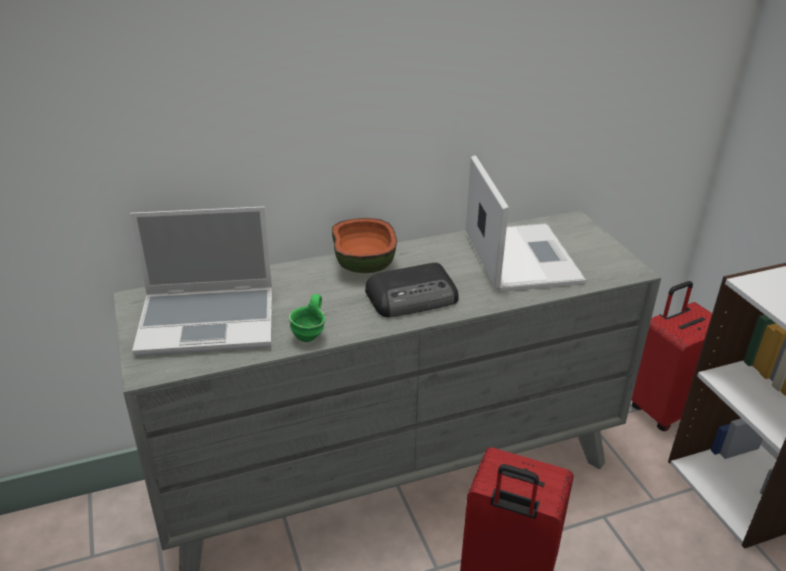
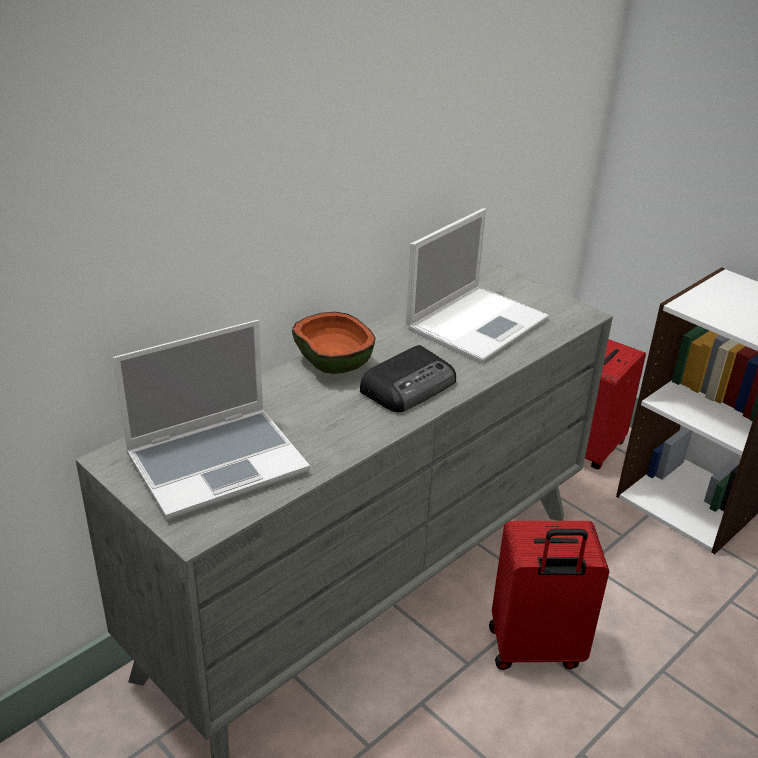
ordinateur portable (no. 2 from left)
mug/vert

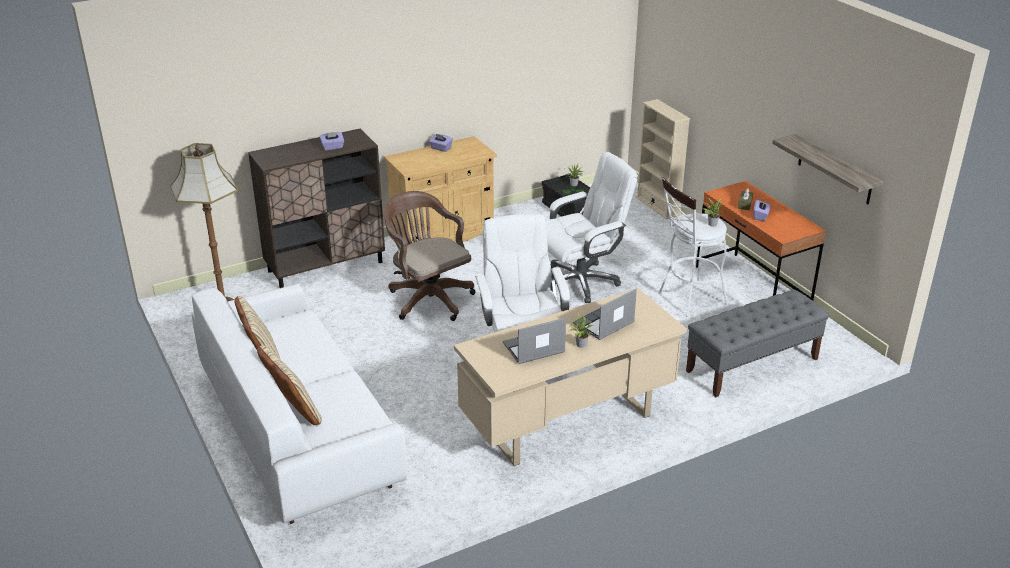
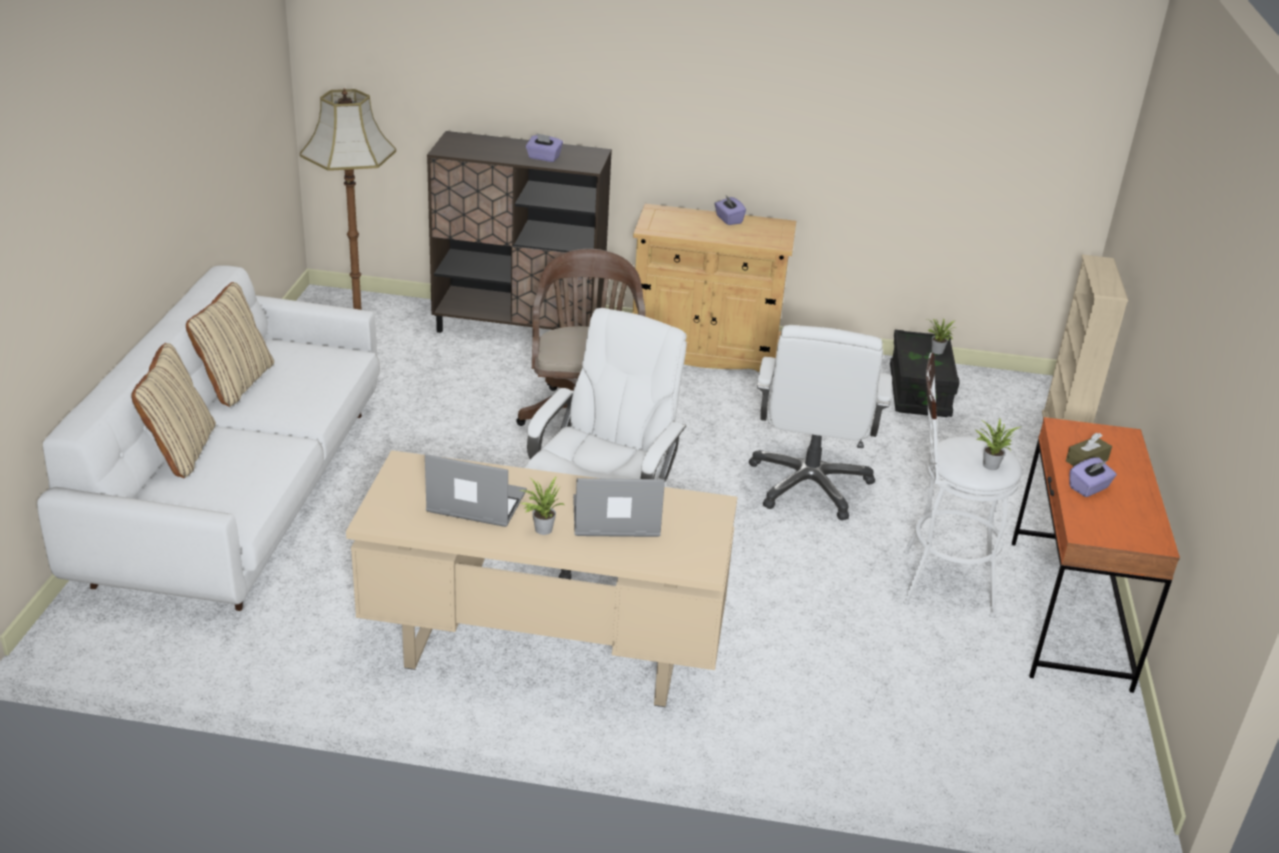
chaise de bureau/blanc (no. 2 from left)
banc/gris
étagère

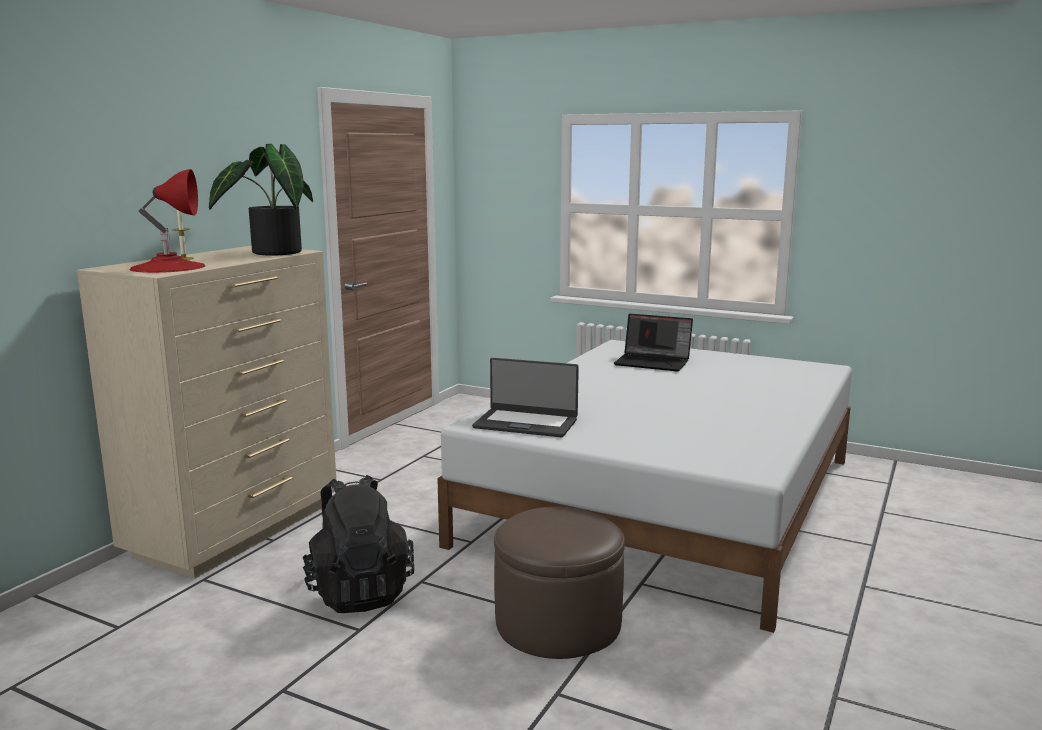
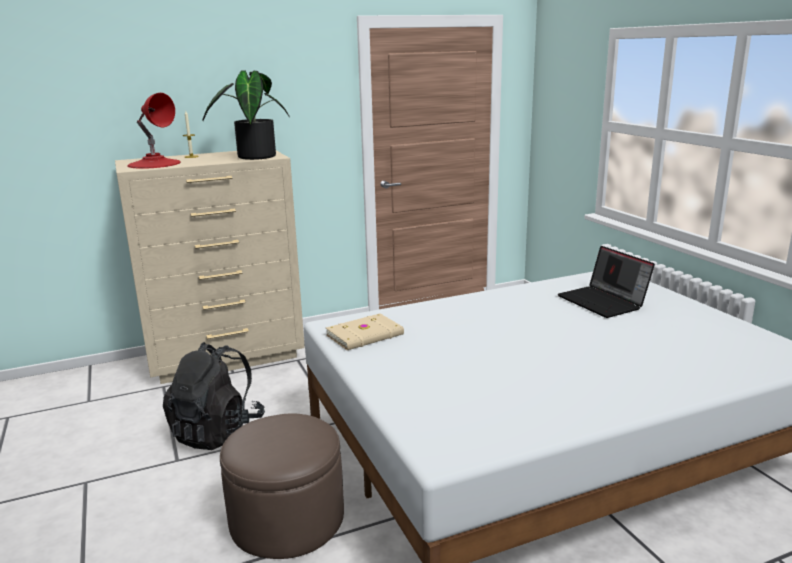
livre/beige

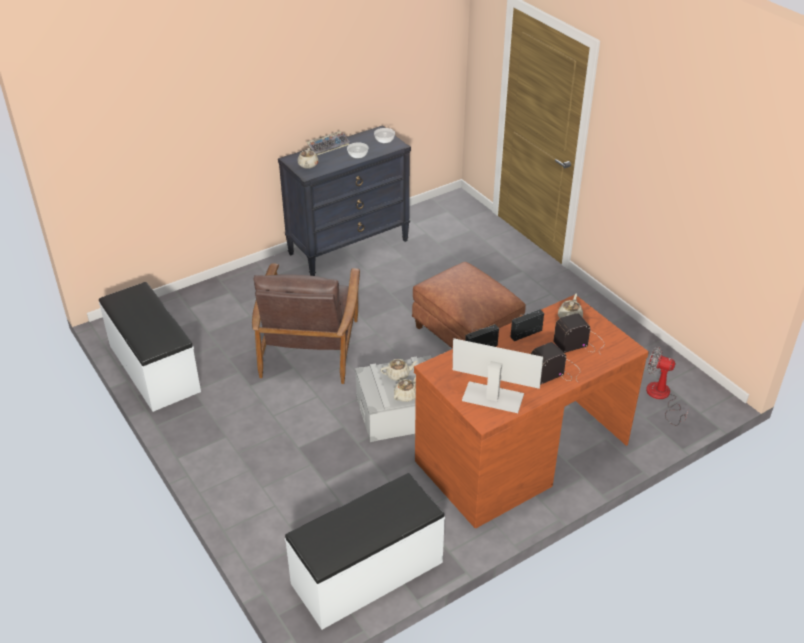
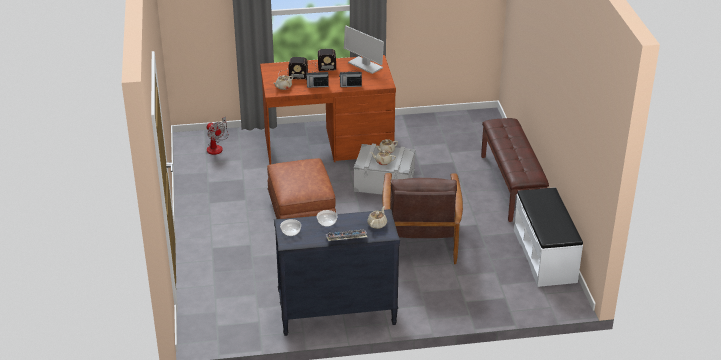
fauteuil/marron
banc/marron
banc/blanc (no. 2 from left in the first image)

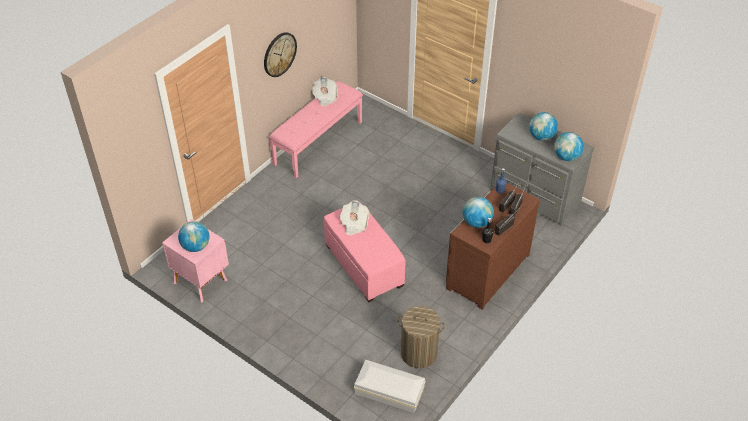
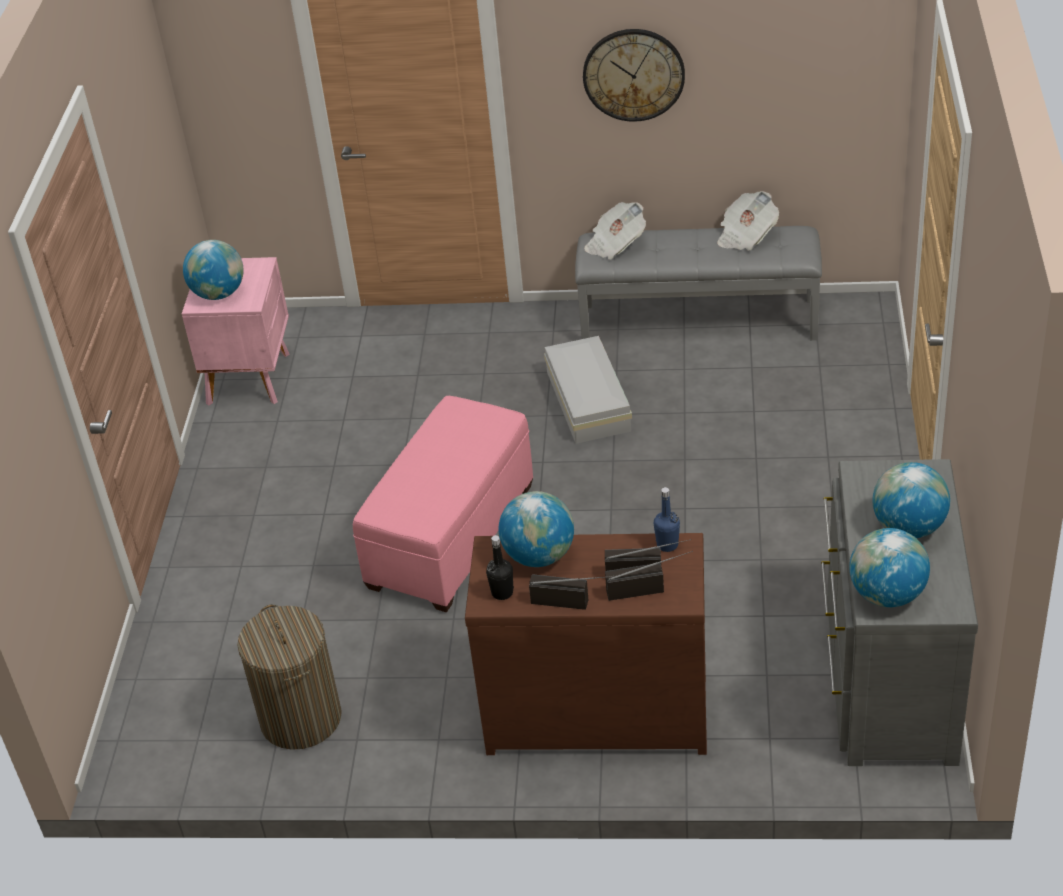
boîte de rangement/blanc
banc/gris
journal (no. 1 from left)

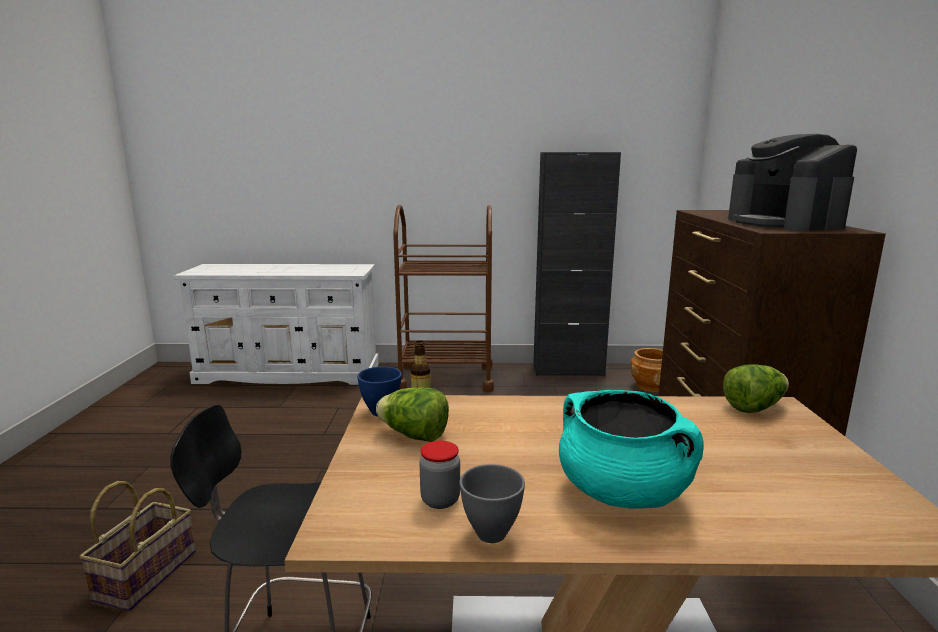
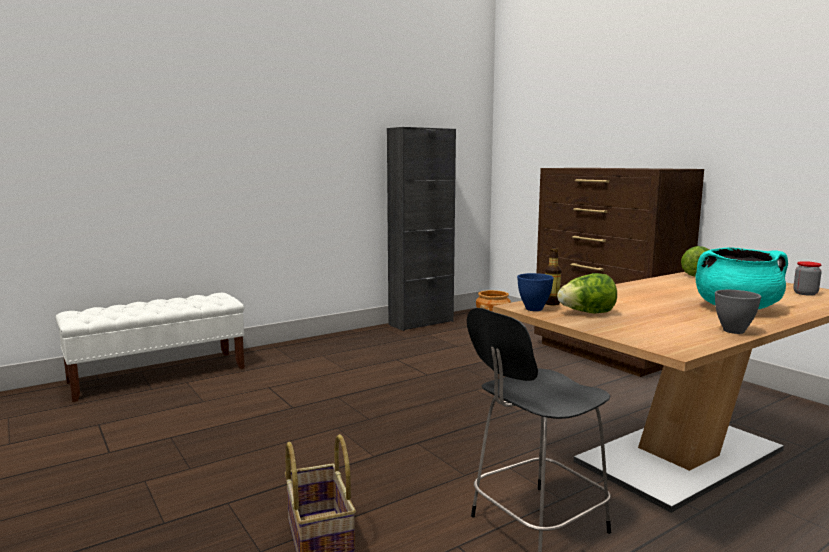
banc/blanc
bocal
chariot/marron
machine à café

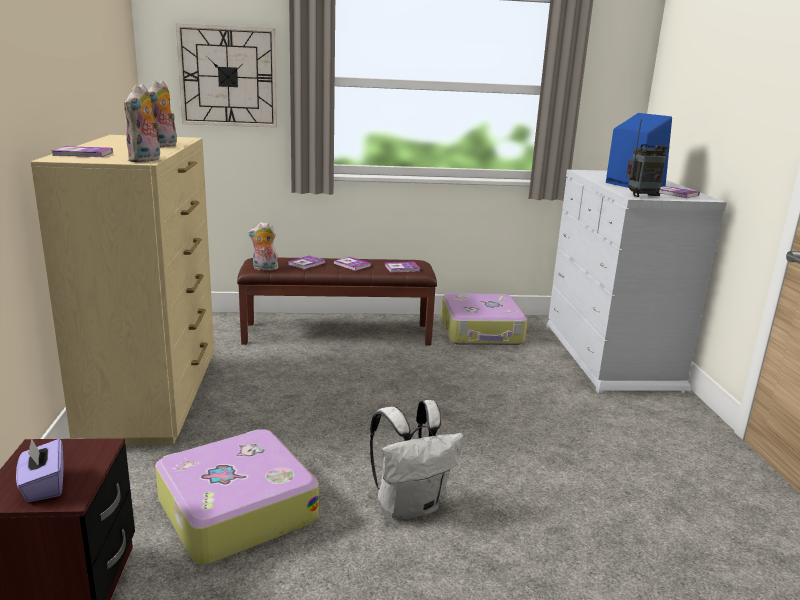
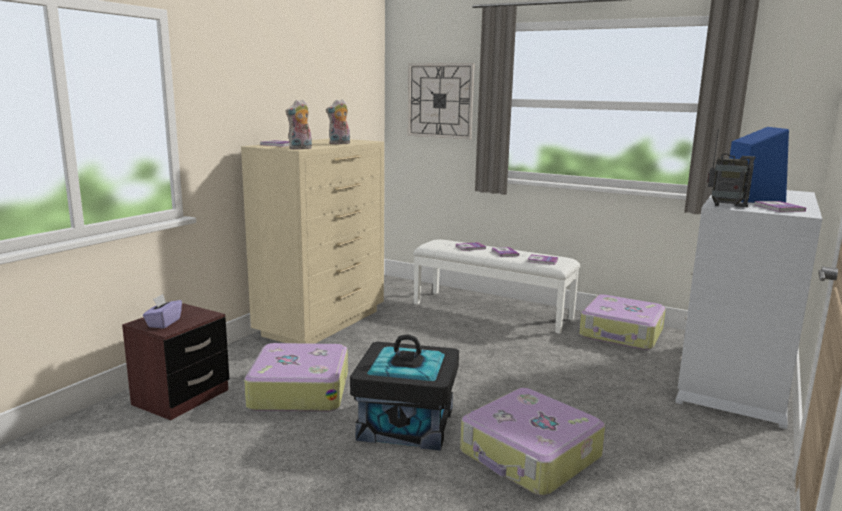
boîte de rangement/noir
banc/blanc
valise (no. 2 from left)
peluche (no. 3 from left in the first image)

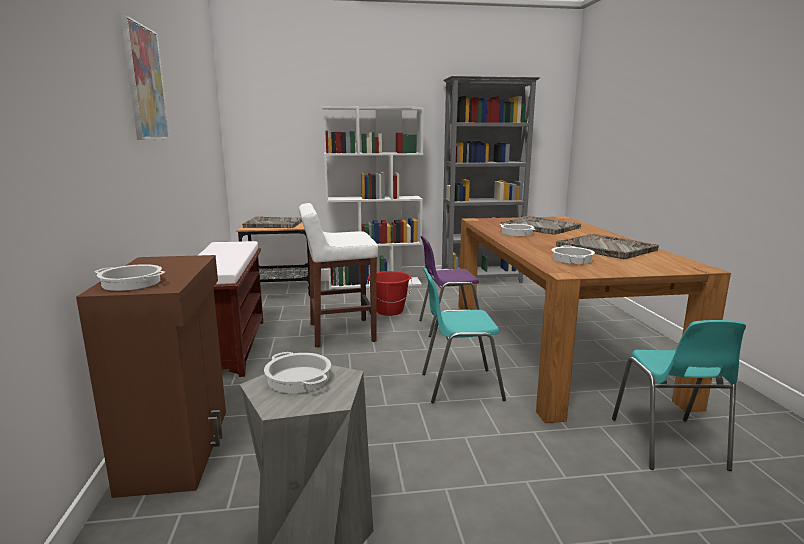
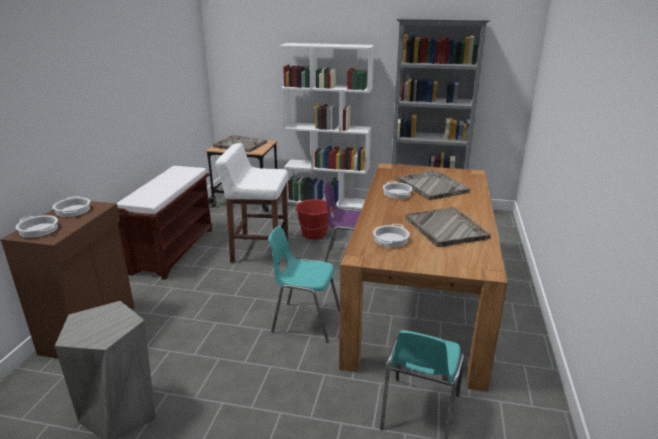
marmite (no. 2 from left)
tableau

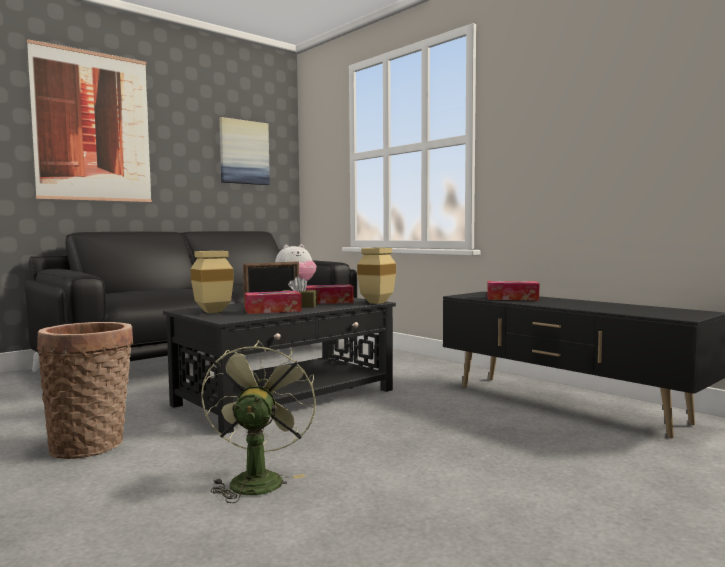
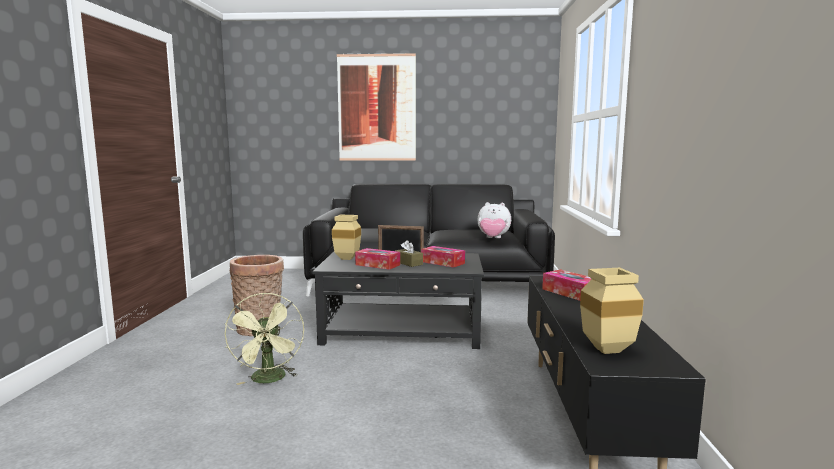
ventilateur/vert
vase/beige (no. 2 from left)
tableau (no. 2 from left in the first image)

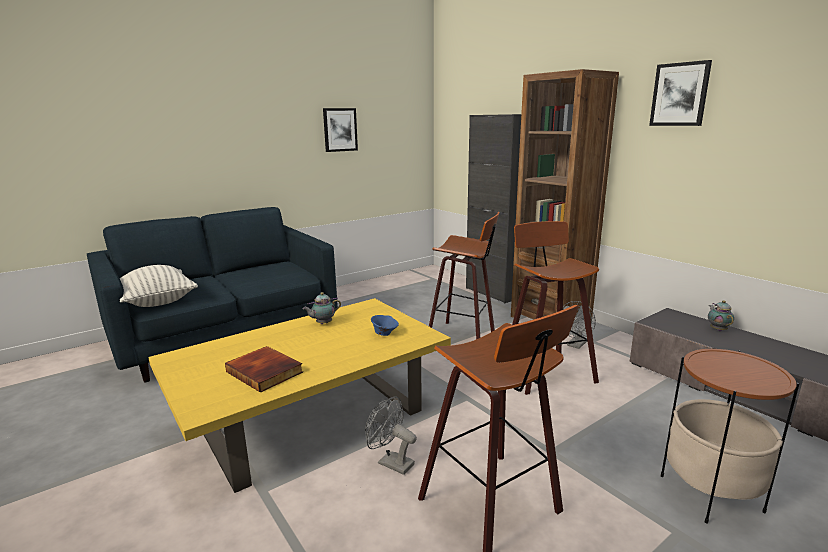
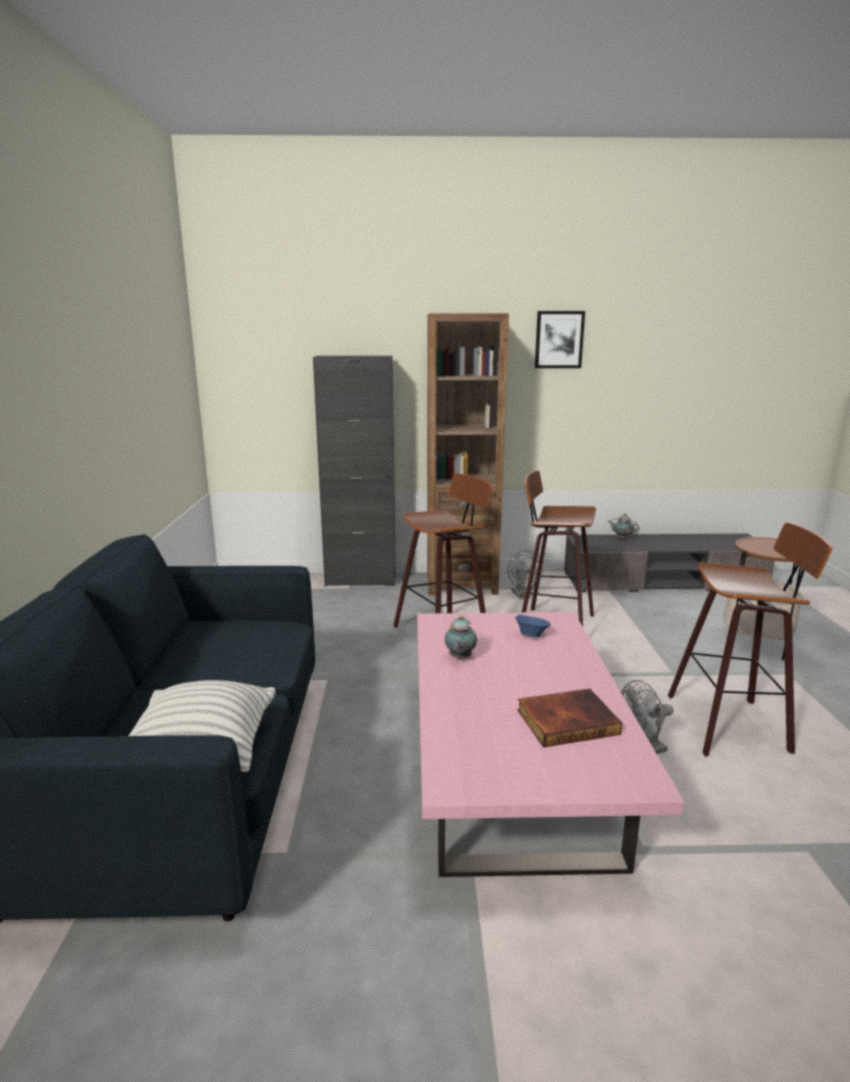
table basse/rose
tableau (no. 1 from left in the first image)

